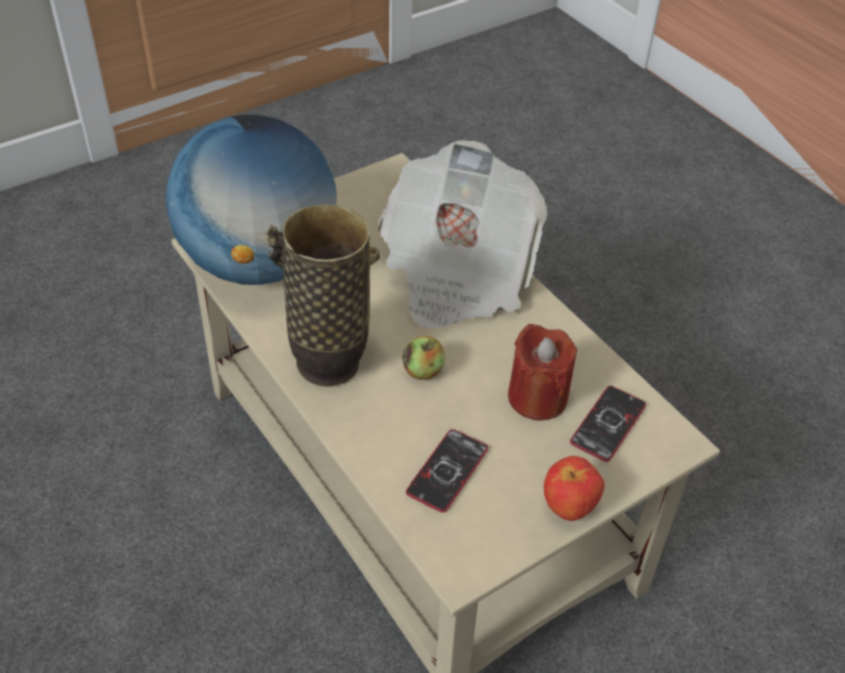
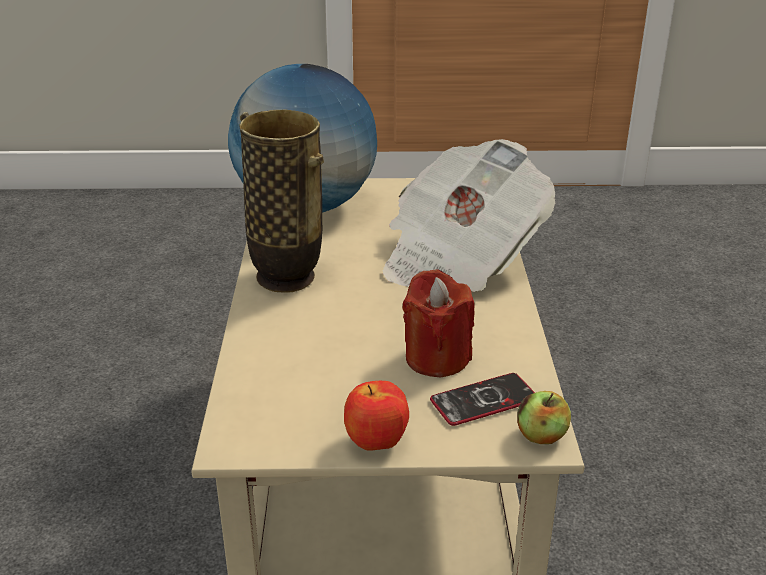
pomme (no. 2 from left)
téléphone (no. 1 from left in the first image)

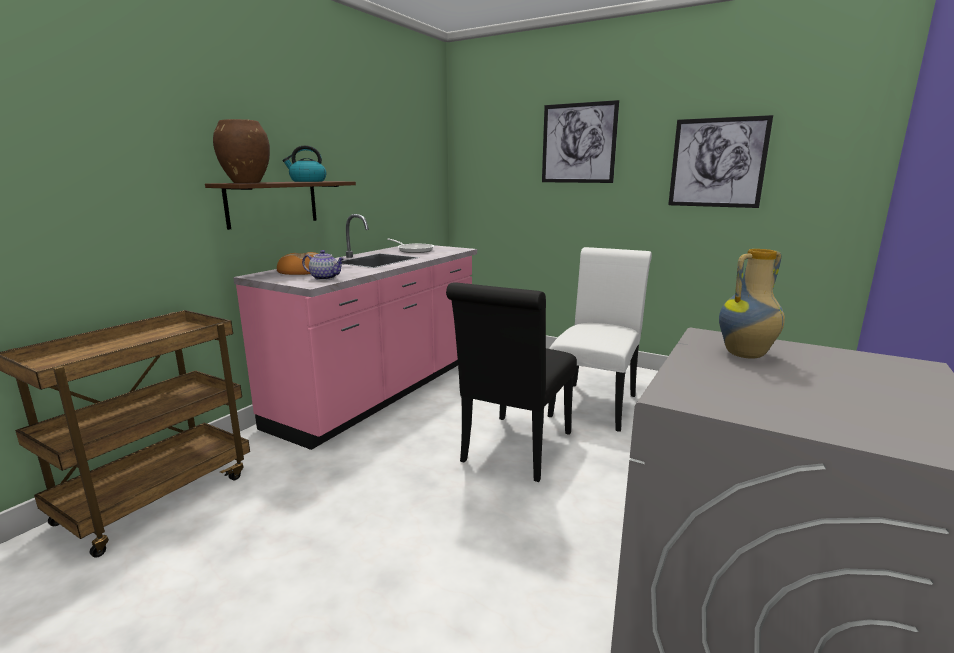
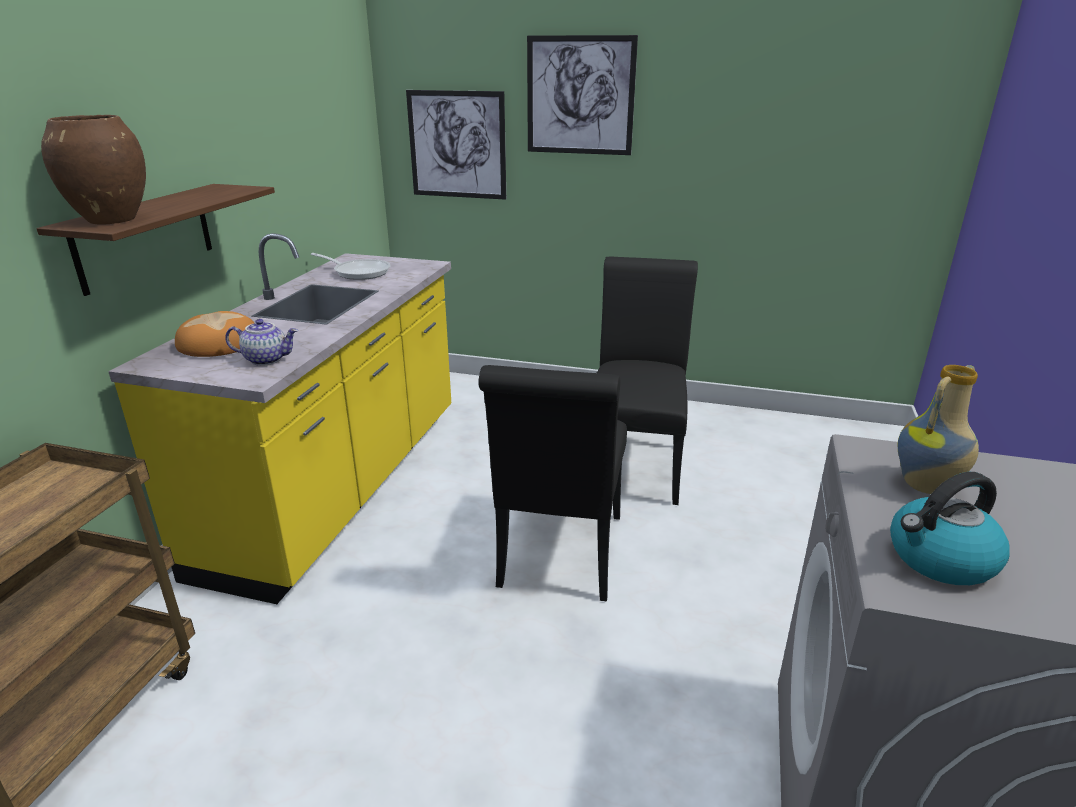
comptoir de cuisine/jaune
tableau (no. 1 from left)
chaise/noir (no. 2 from left)
bouilloire

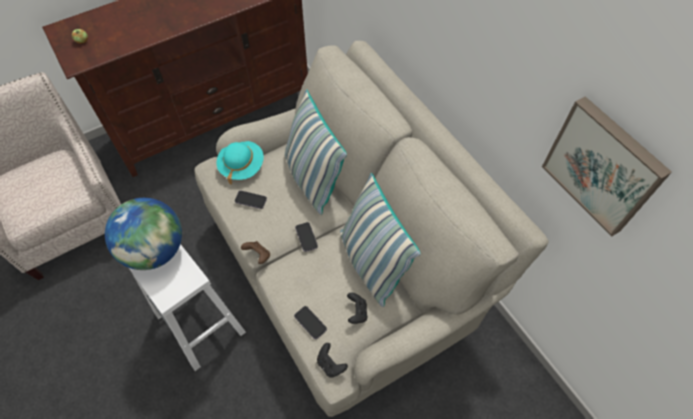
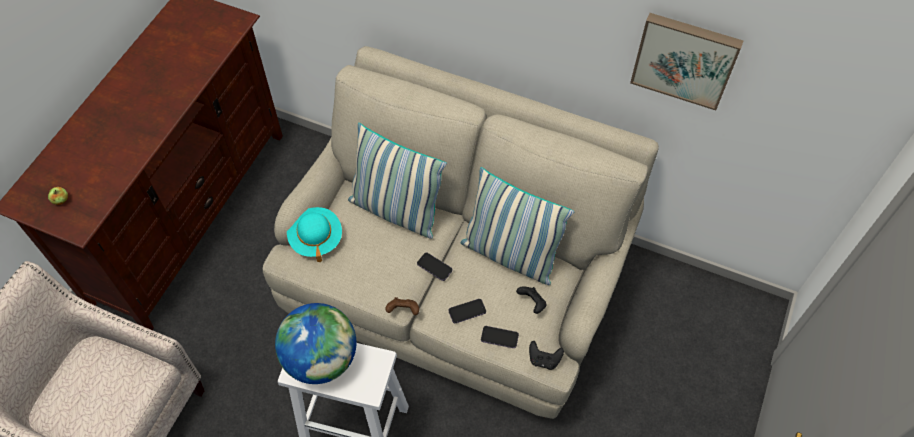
téléphone (no. 2 from left)

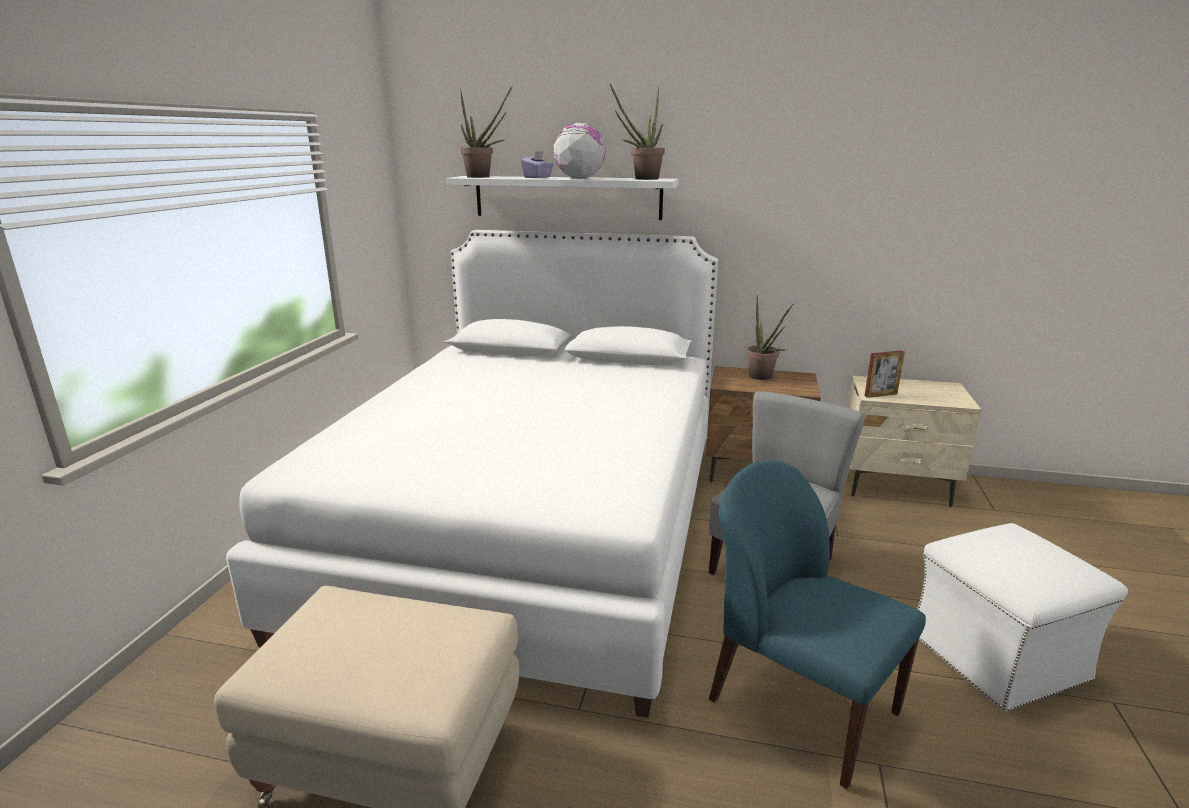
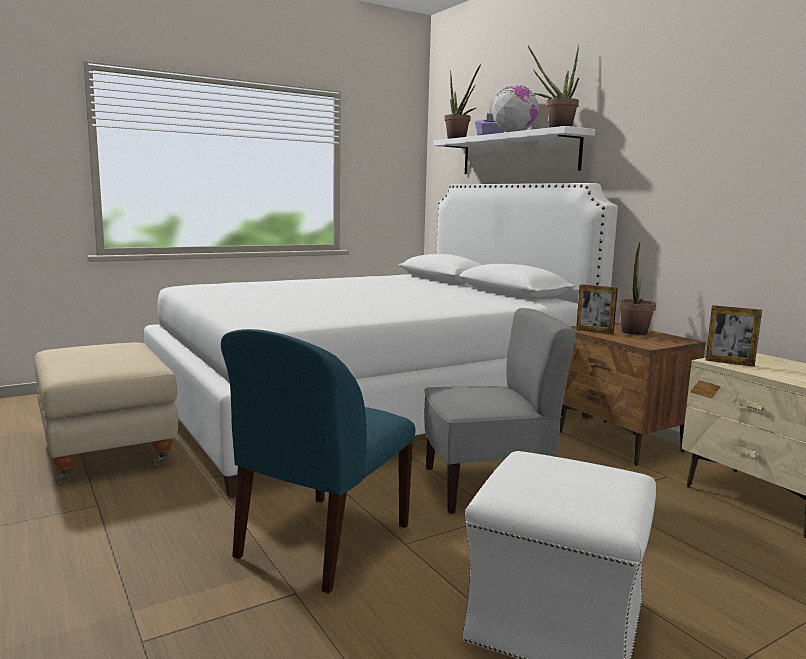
chaise/bleu
cadre photo (no. 1 from left)

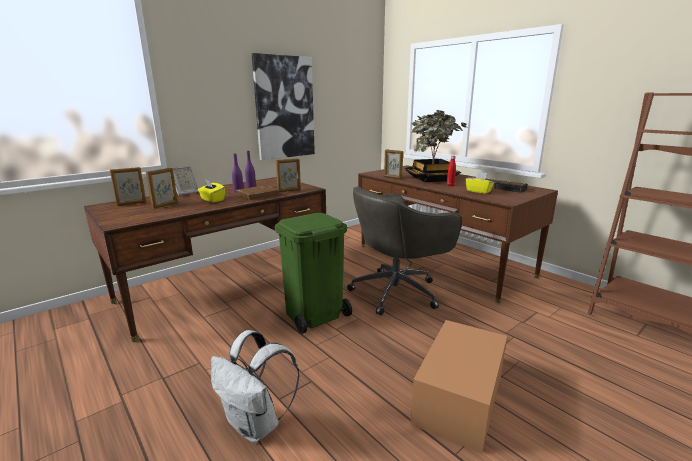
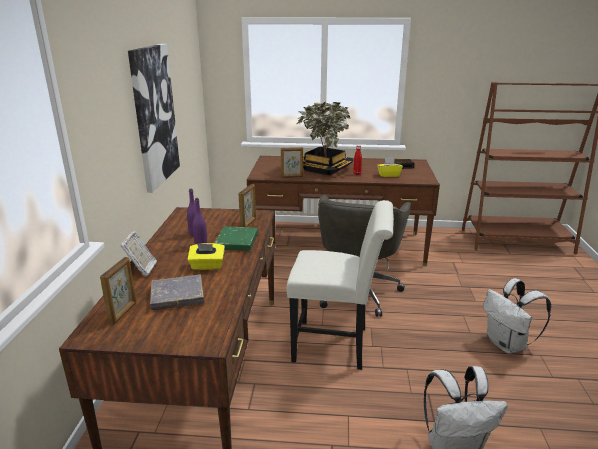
livre/gris
livre/vert
chaise/blanc
sac à dos/blanc (no. 2 from left)

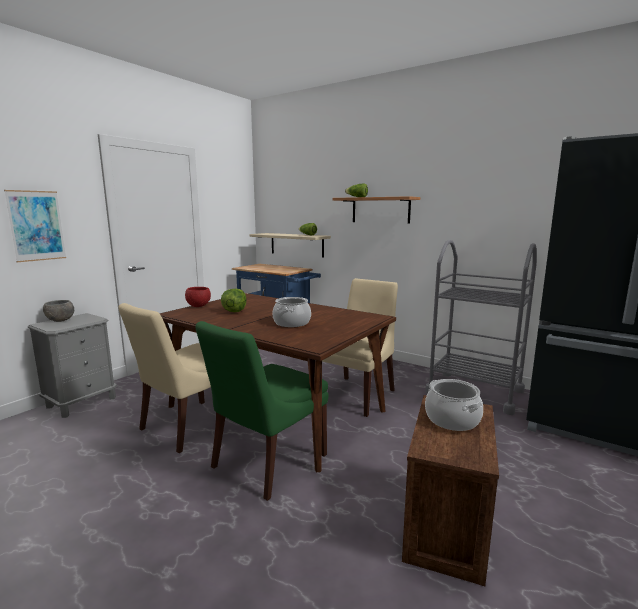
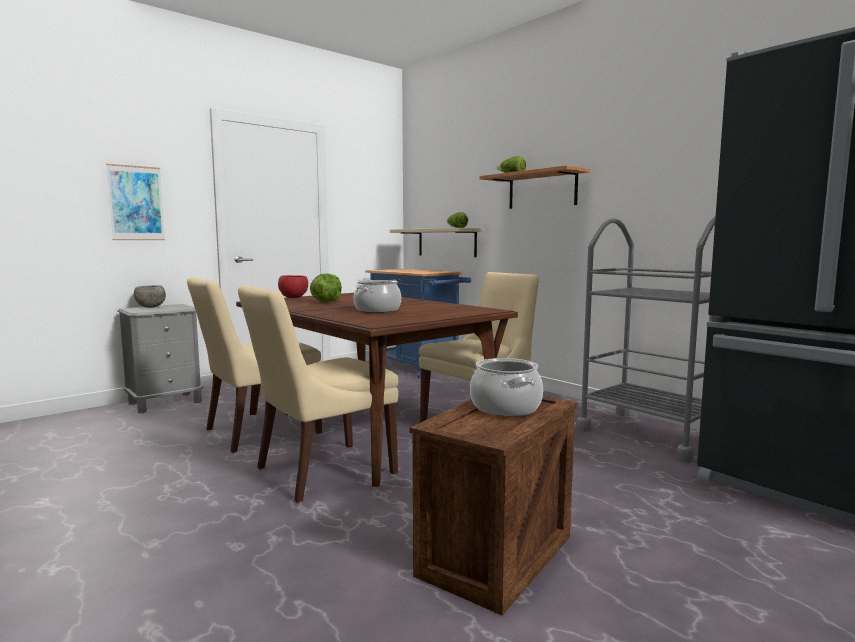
chaise/beige (no. 2 from left)

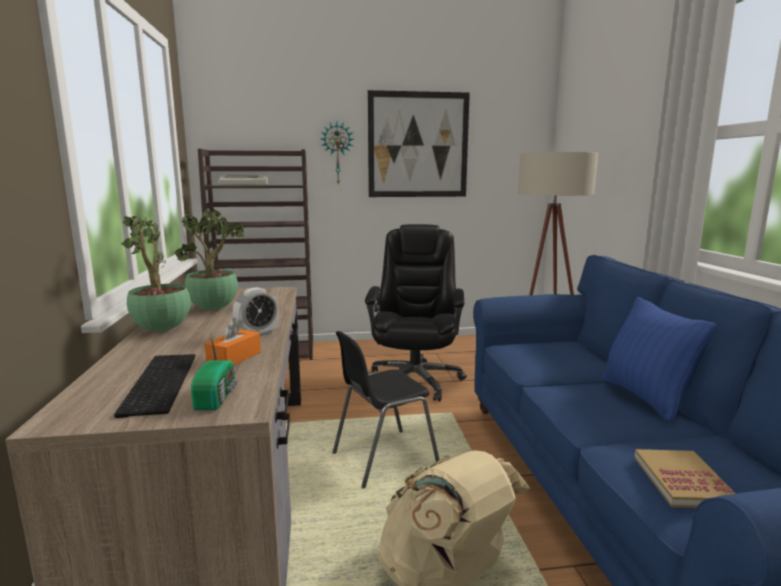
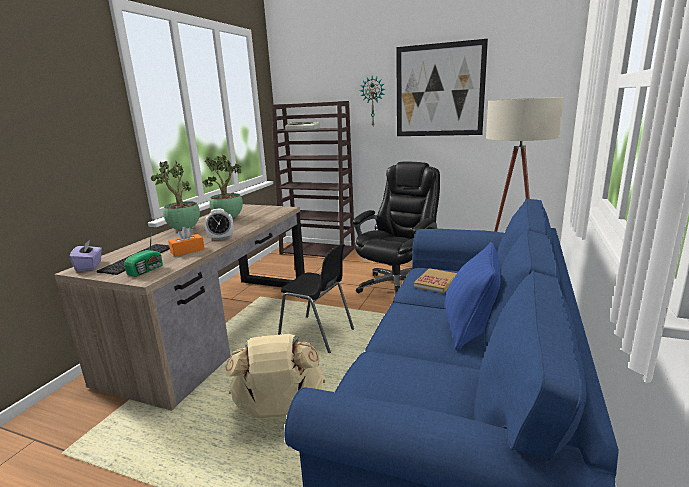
boîte à mouchoirs/violet
chaise/noir
livre

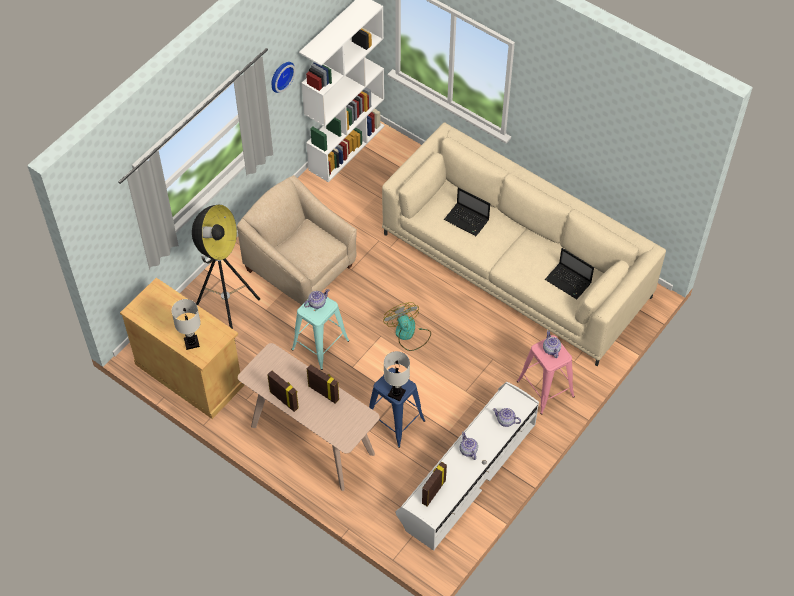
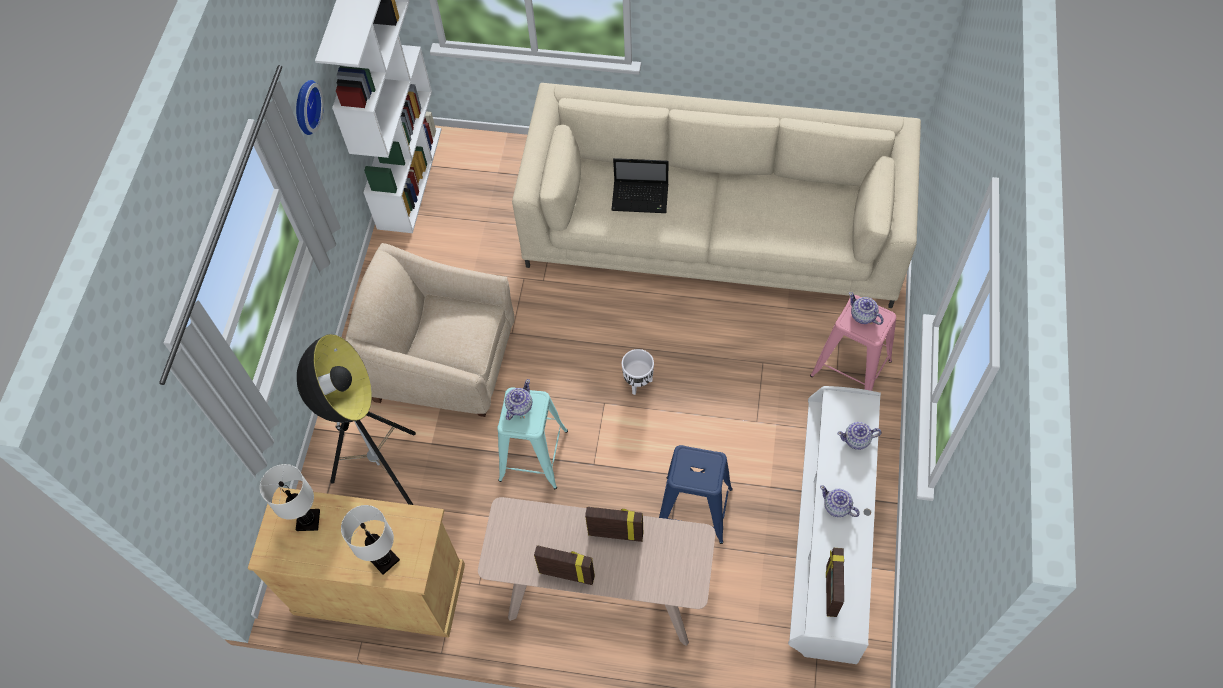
lampe de table/blanc (no. 1 from left)
cache-pot/blanc
ordinateur portable (no. 2 from left in the first image)

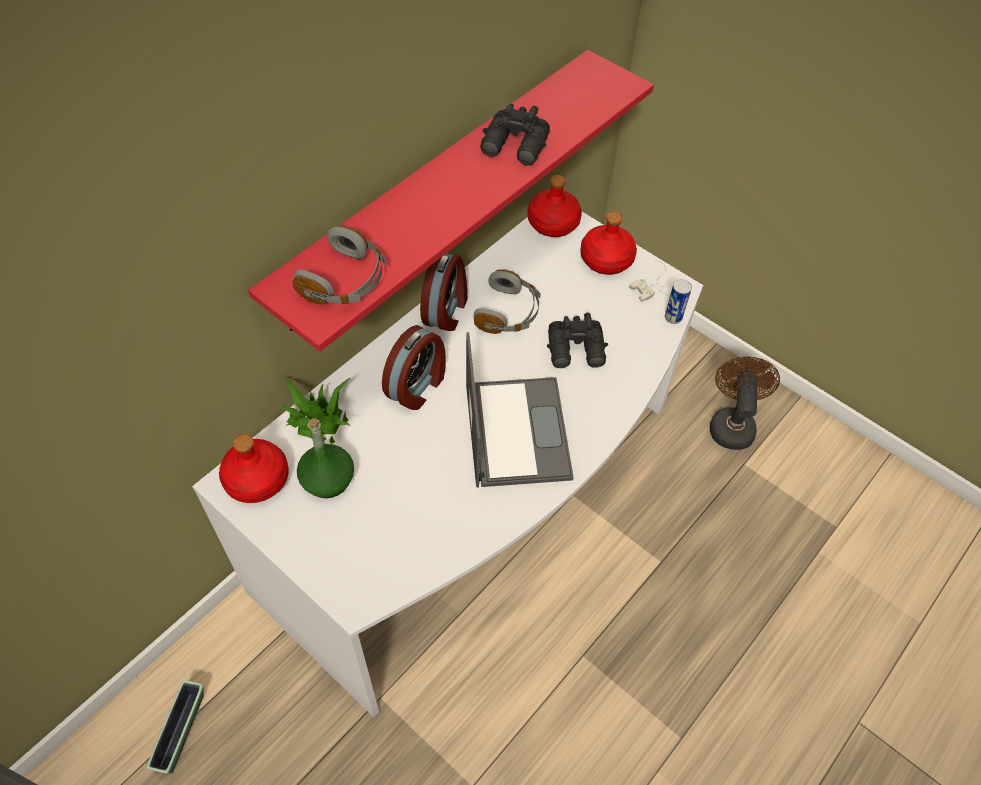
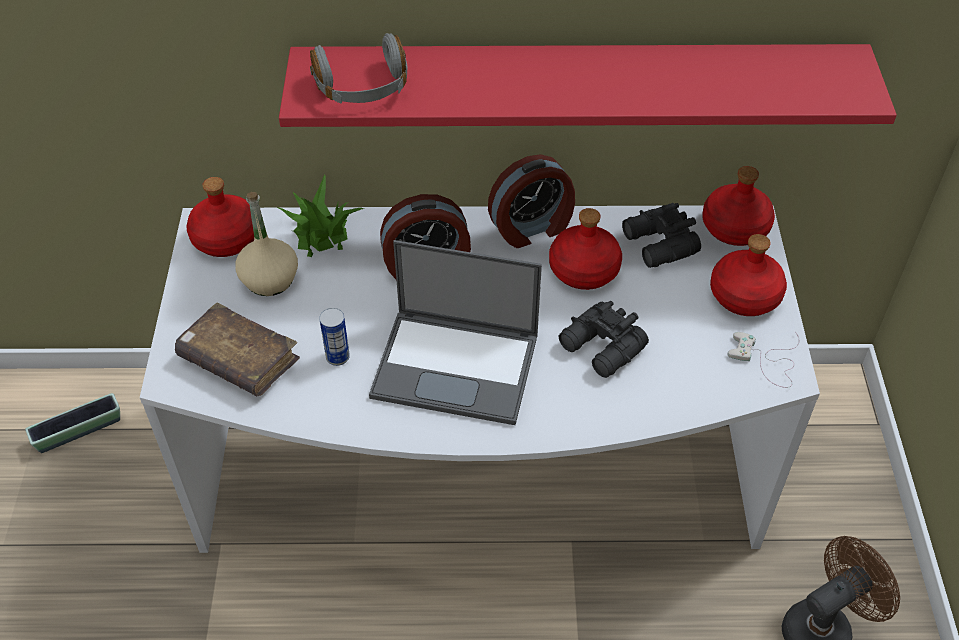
livre/marron
bouteille/beige
boîte métallique
ordinateur portable
bouteille/rouge (no. 2 from left)
jumelles/noir (no. 2 from left)

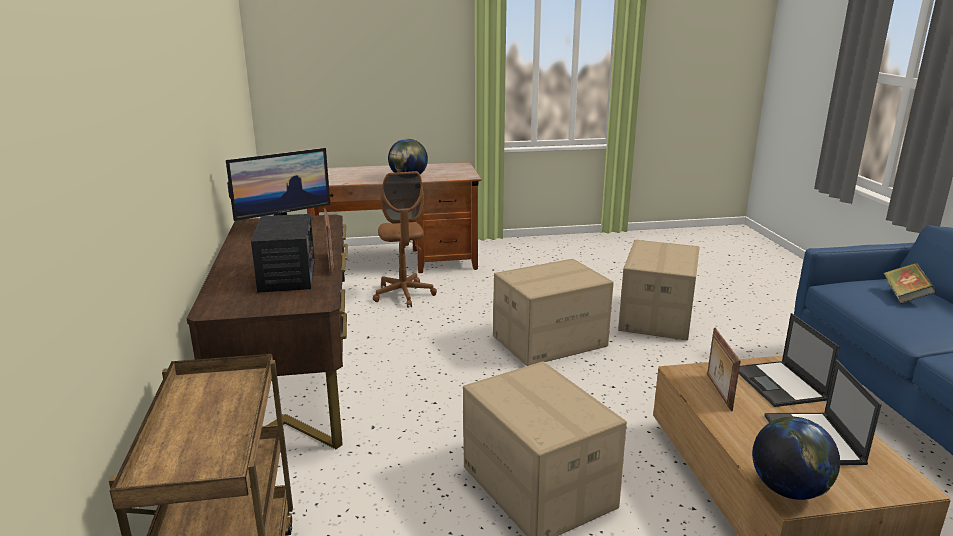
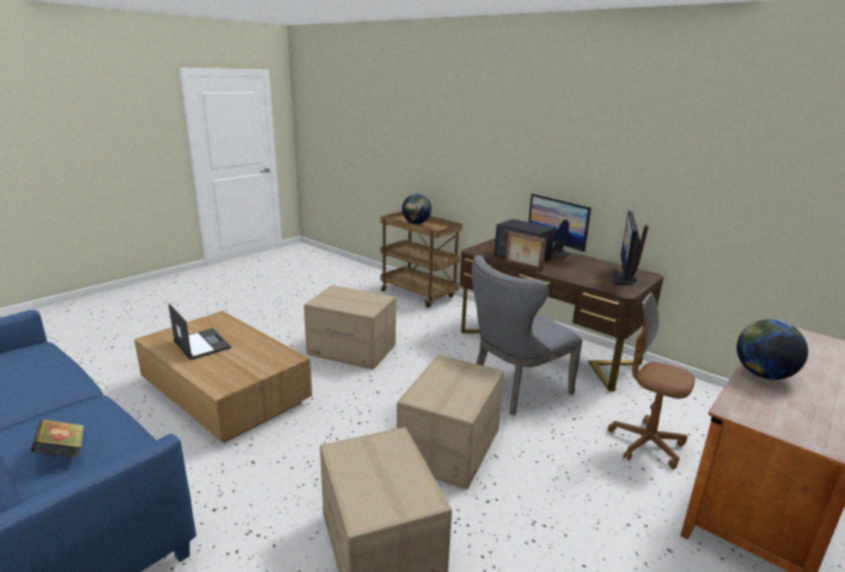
globe (no. 1 from left)
chaise/gris
écran d'ordinateur (no. 1 from left)
cadre photo (no. 2 from left in the first image)
ordinateur portable (no. 1 from left in the first image)

